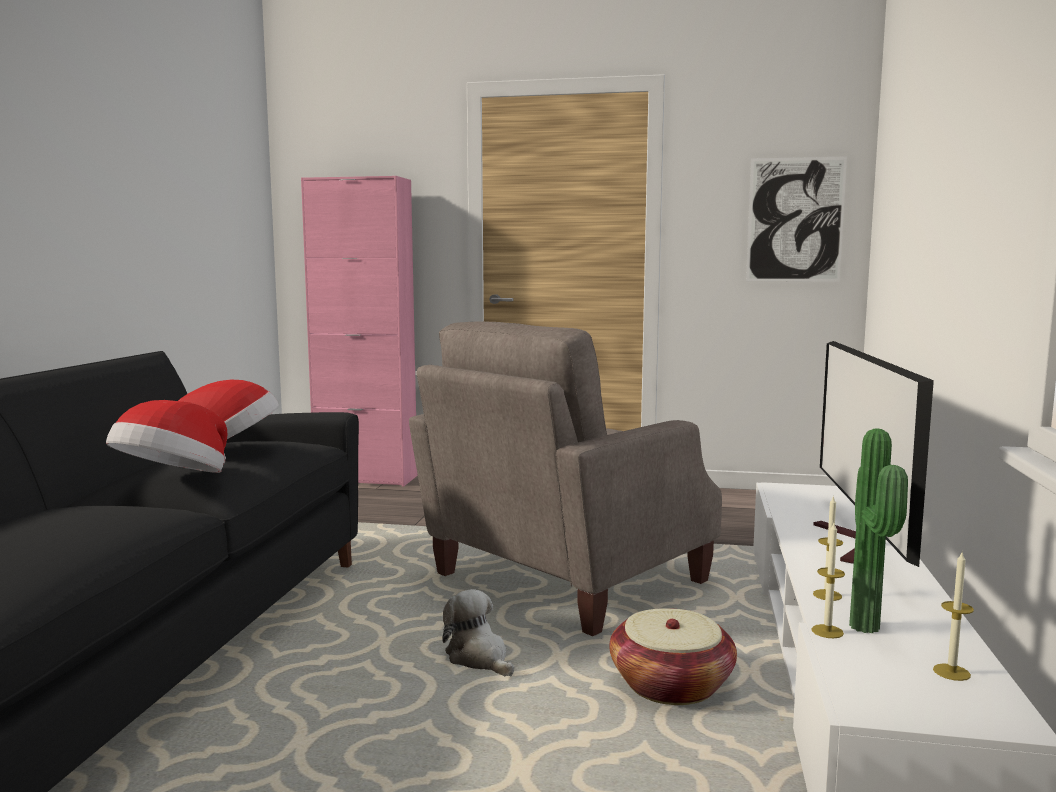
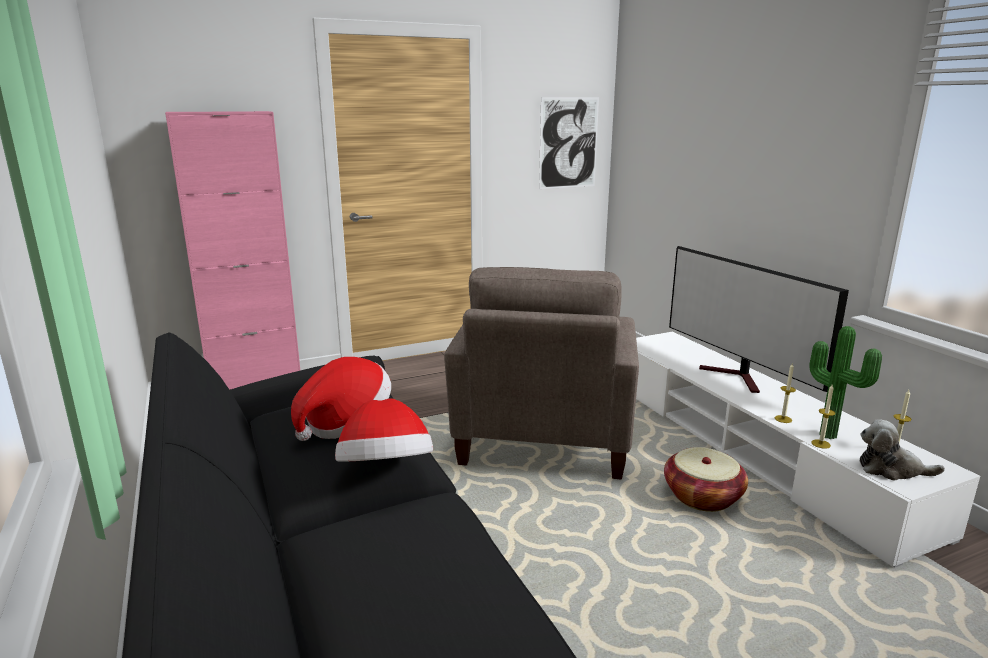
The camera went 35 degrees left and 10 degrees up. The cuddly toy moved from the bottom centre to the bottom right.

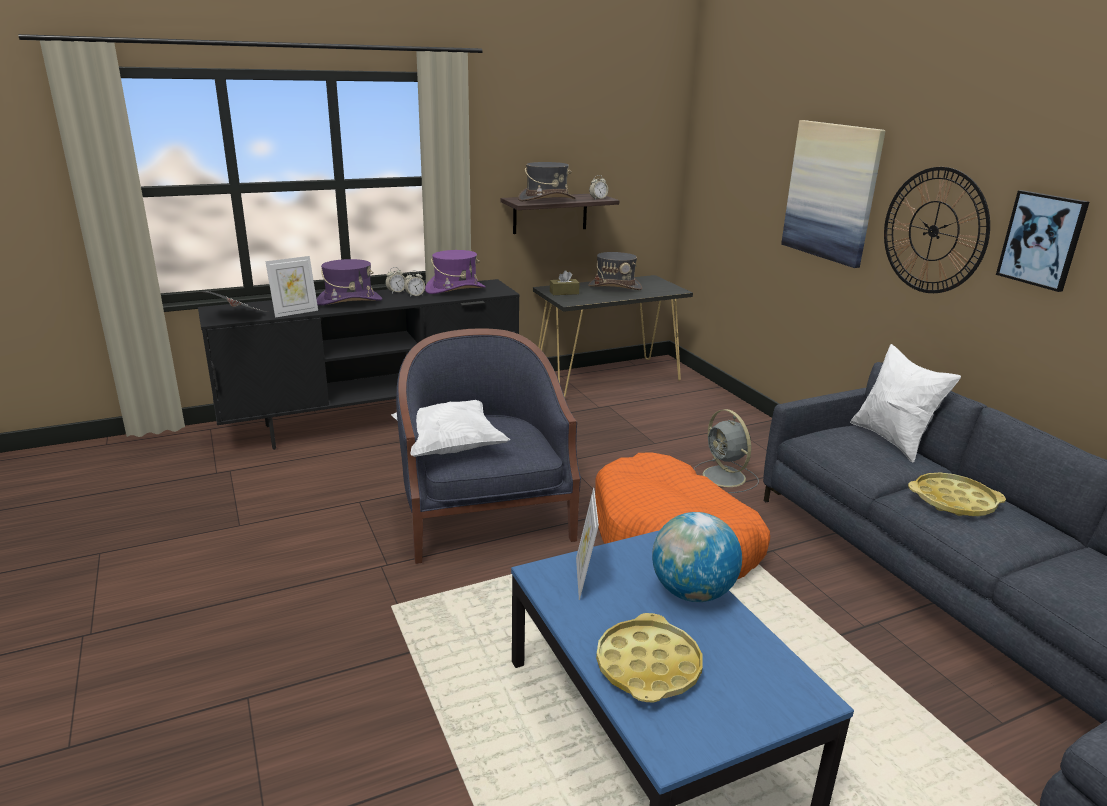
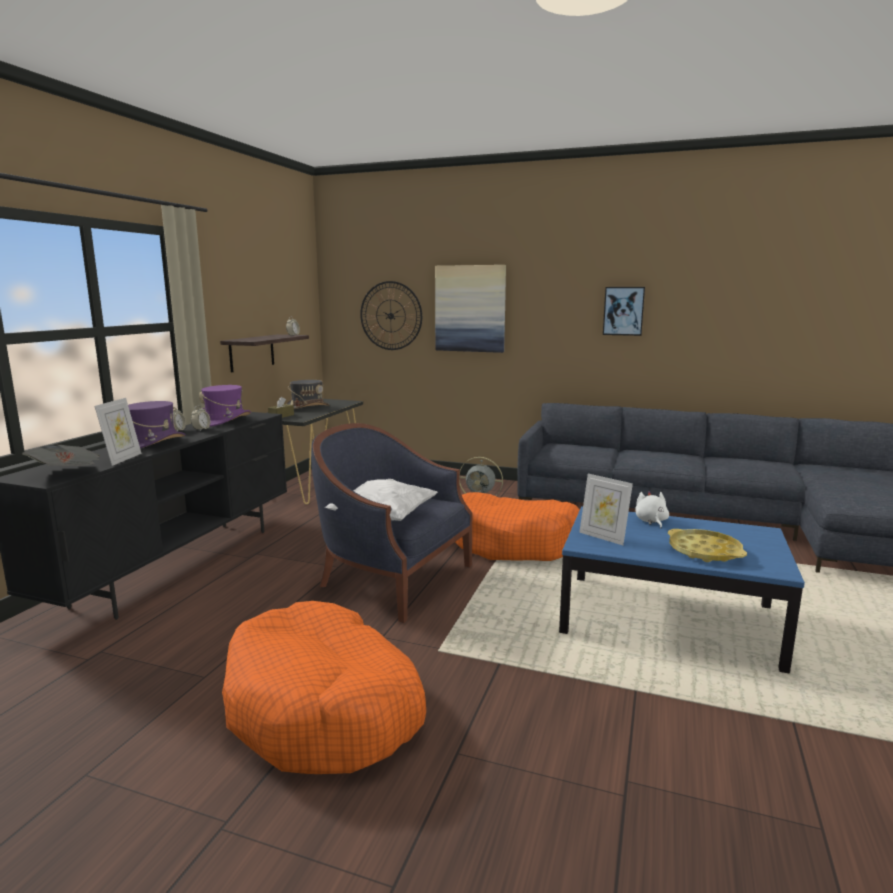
The camera went 45 degrees left and 10 degrees down. The grey wearable hat (no. 1 from left) at the top centre disappeared. The whitish throw pillow (no. 2 from left) at the middle right disappeared. The yellowish serving tray (no. 2 from left) at the middle right disappeared. The orange-coloured dog cushion (no. 1 from left) at the bottom centre appeared. The wall clock moved from the top right to the centre. The globe at the bottom centre was replaced by the whitish cuddly toy at the middle right.

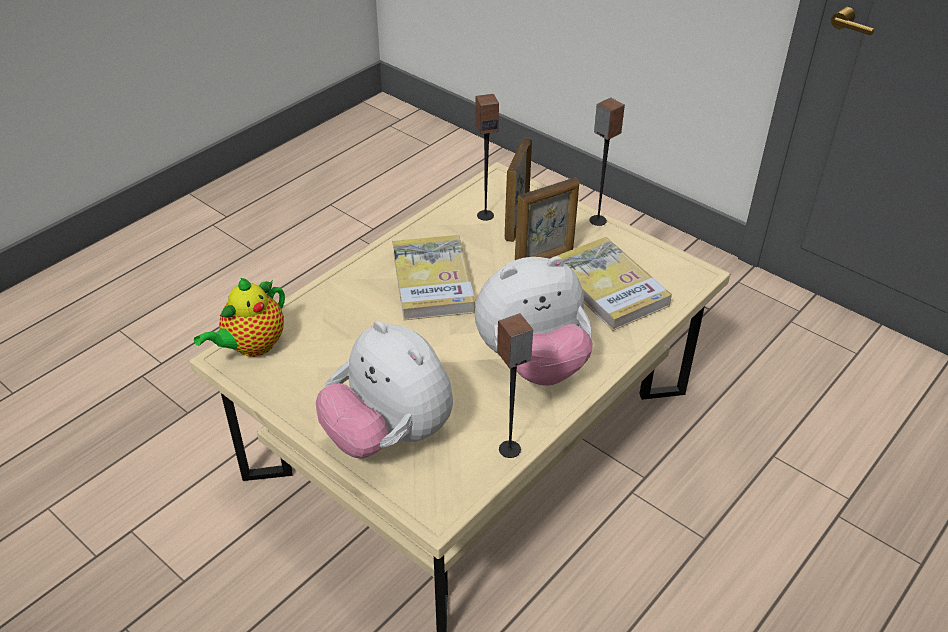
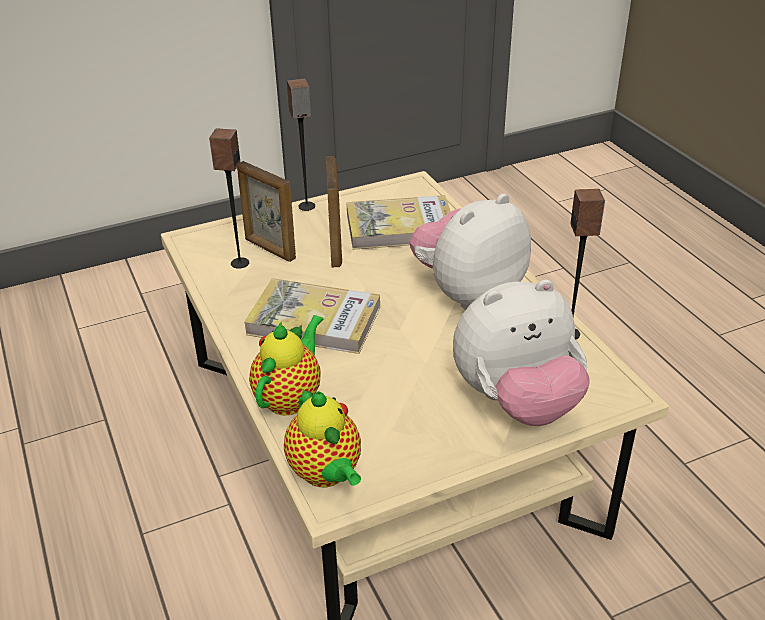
The camera went 65 degrees left and 5 degrees down. The teapot (no. 1 from left) at the centre appeared. The cuddly toy (no. 2 from left in the first image) at the centre turned 135 degrees counterclockwise.

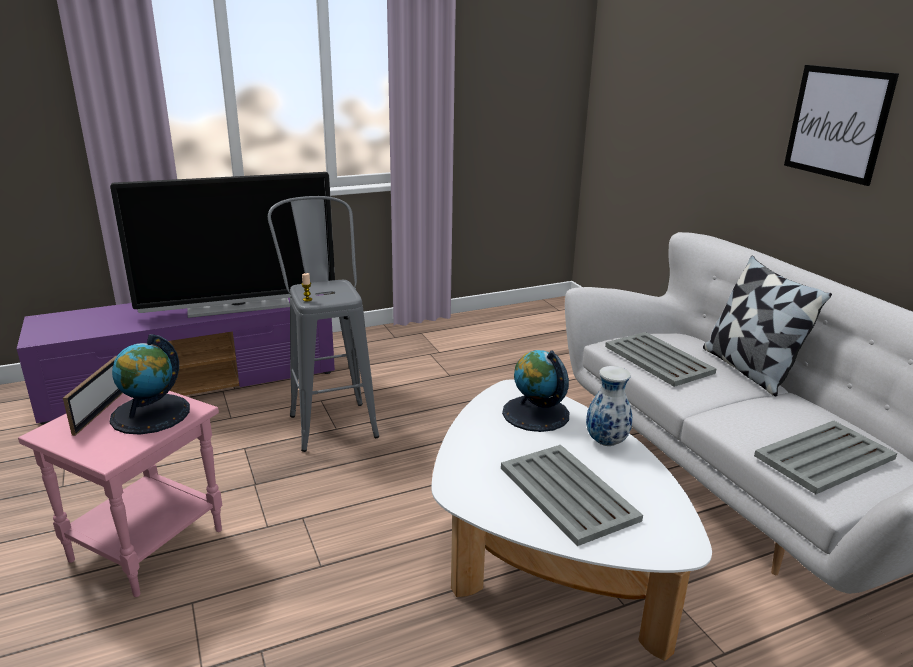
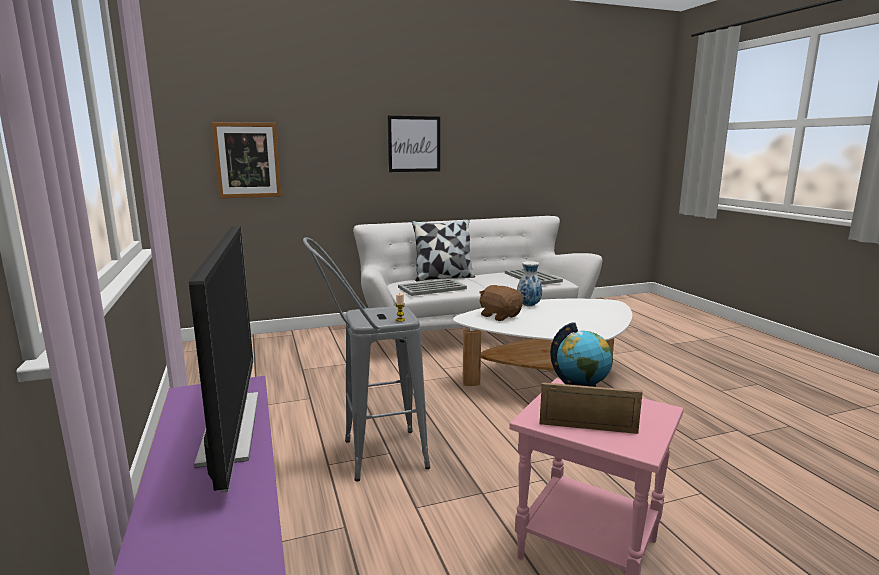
The camera went 85 degrees left and 10 degrees down. The grey serving tray (no. 1 from left) at the bottom centre disappeared. The wall art (no. 1 from left) at the top left appeared. The globe (no. 2 from left) at the centre was replaced by the brown cuddly toy at the centre.

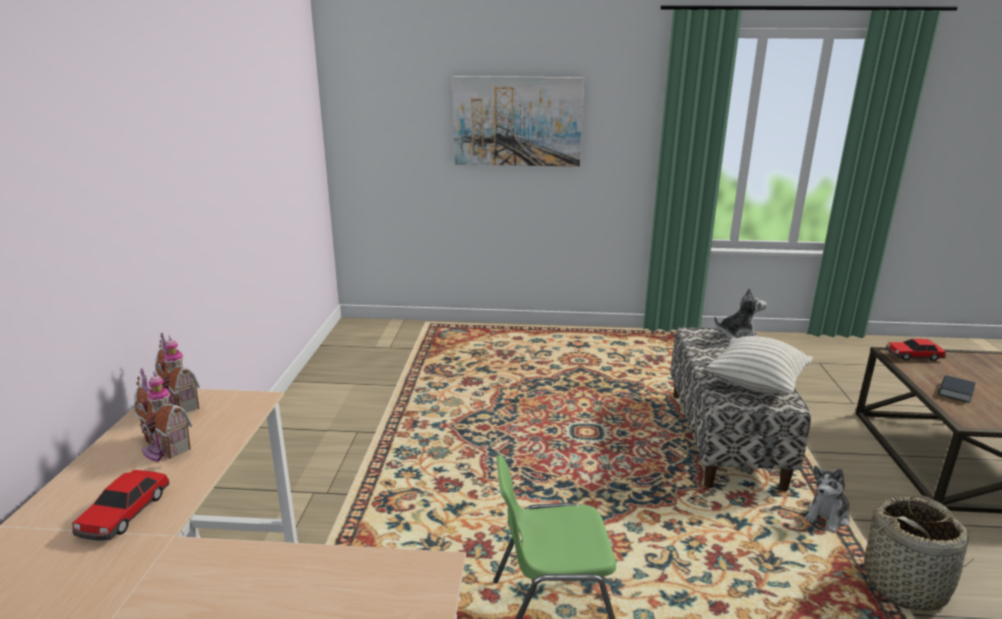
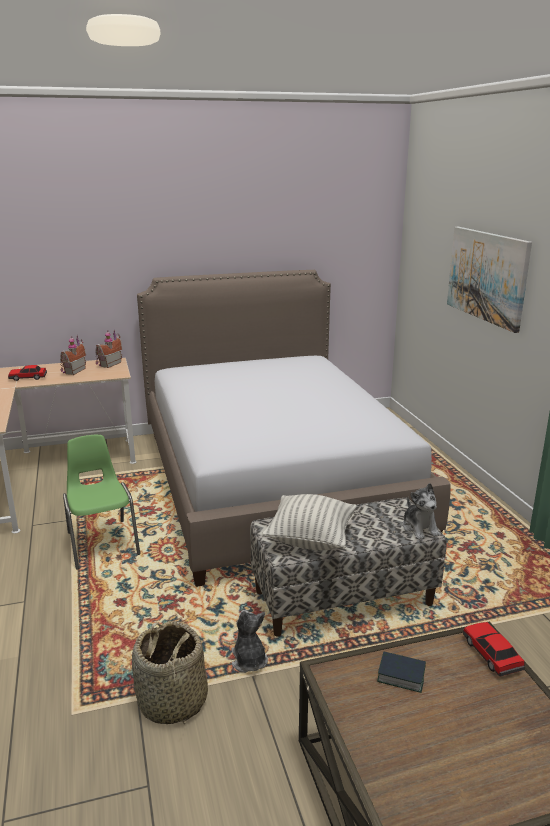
The camera went 70 degrees right and 0 degrees up. The sleeping bed at the centre appeared. The cuddly toy (no. 2 from left in the first image) at the bottom right turned 45 degrees clockwise.

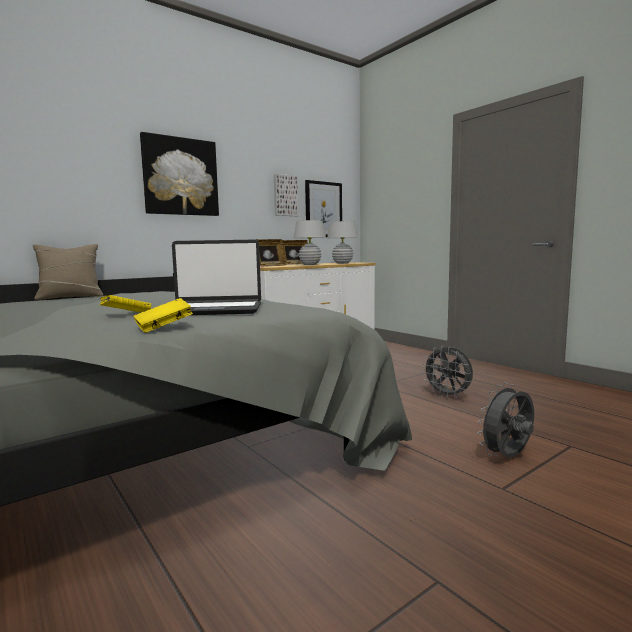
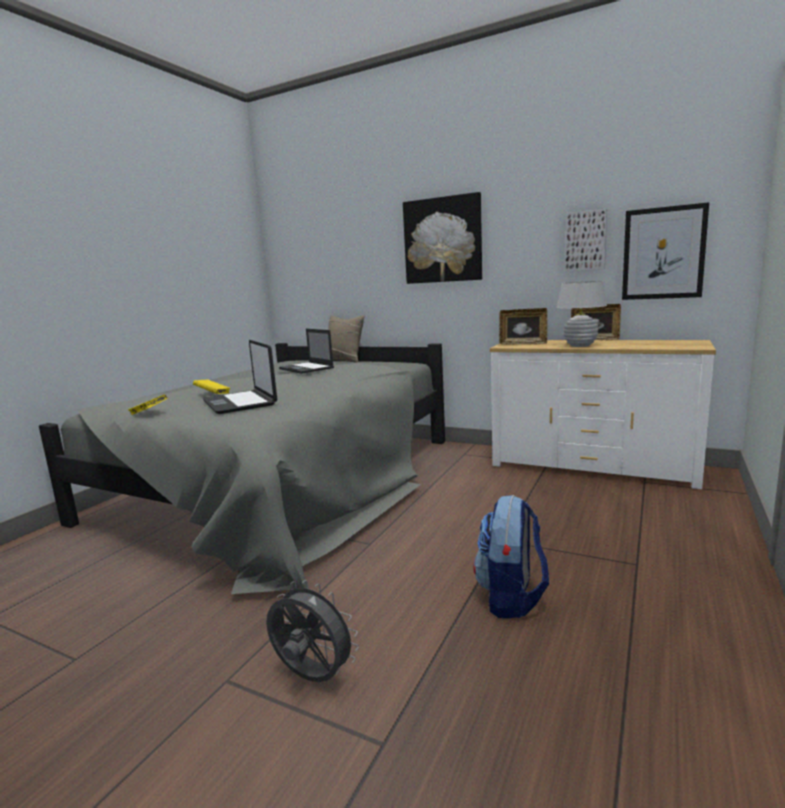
The camera went 65 degrees right and 5 degrees up. The whitish table lamp (no. 2 from left) at the centre disappeared. The portable computer (no. 2 from left) at the centre appeared. The grey electric fan (no. 1 from left) at the middle right was replaced by the rucksack at the bottom centre.

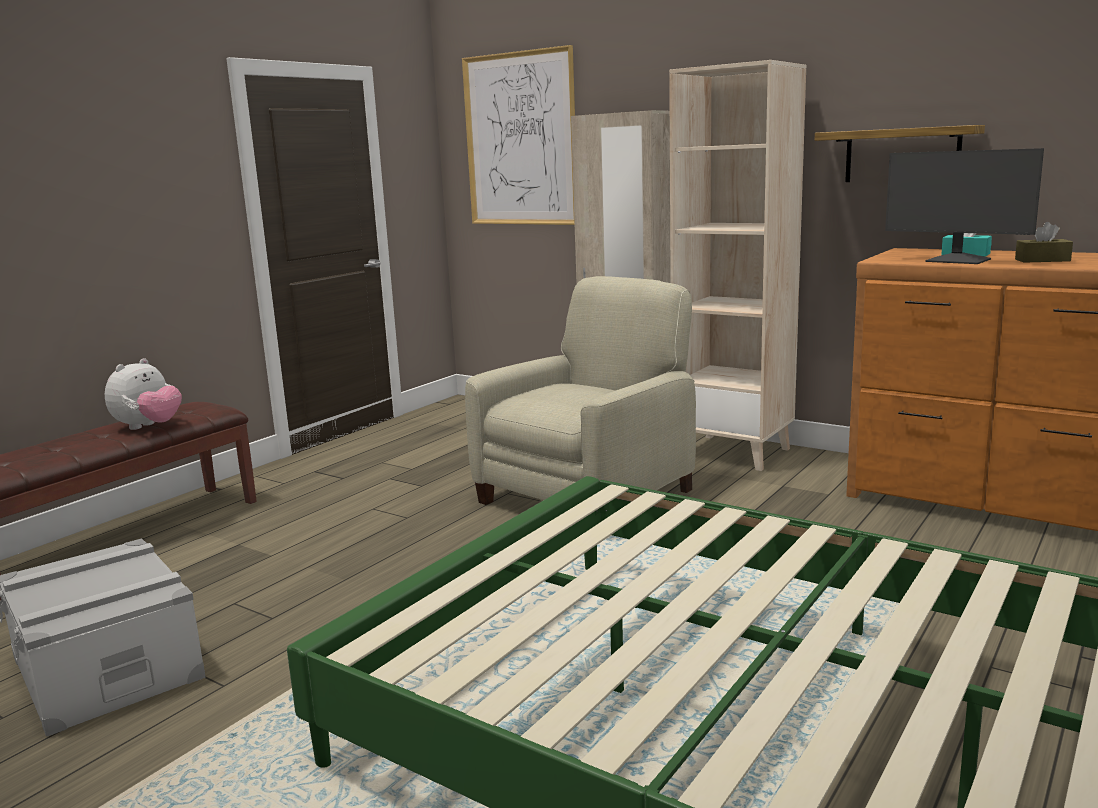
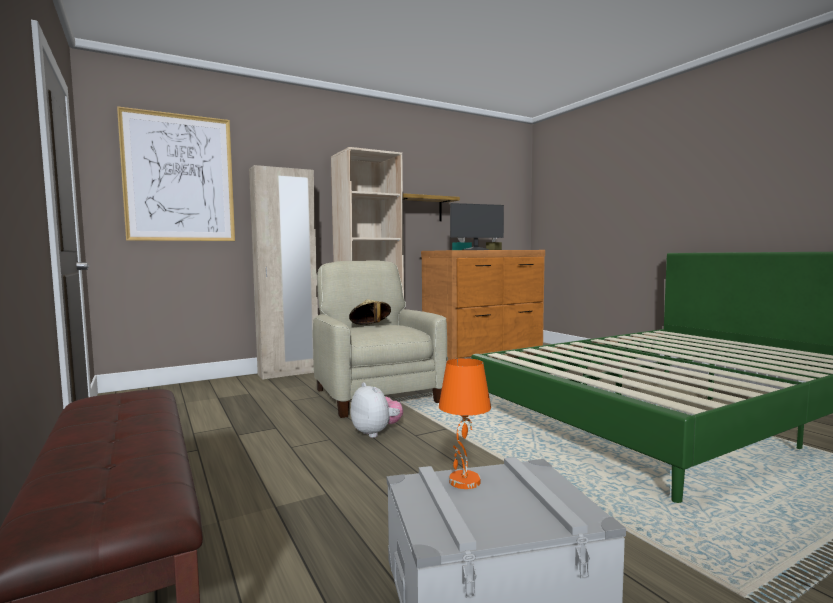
The camera went 65 degrees left and 10 degrees down. The beige-coloured wearable hat at the centre appeared. The orange-coloured table lamp at the bottom centre appeared. The cuddly toy moved from the middle left to the bottom centre.

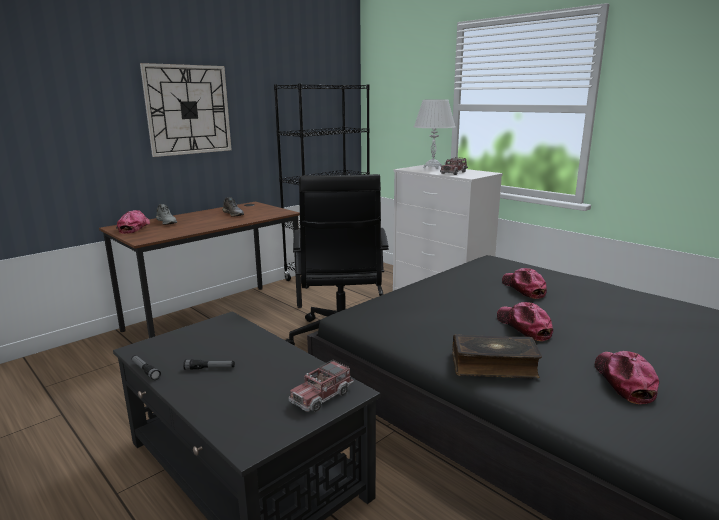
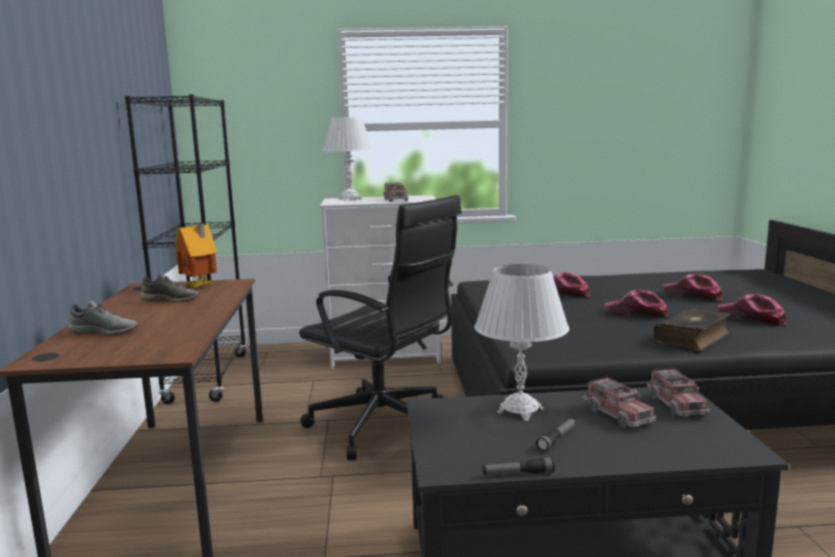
The camera went 50 degrees left and 5 degrees down. The wall clock at the top left disappeared. The model house at the middle left appeared. The whitish table lamp (no. 2 from left) at the centre appeared. The toy lorry (no. 2 from left) at the bottom right appeared. The peaked cap (no. 1 from left in the first image) moved from the middle left to the middle right.

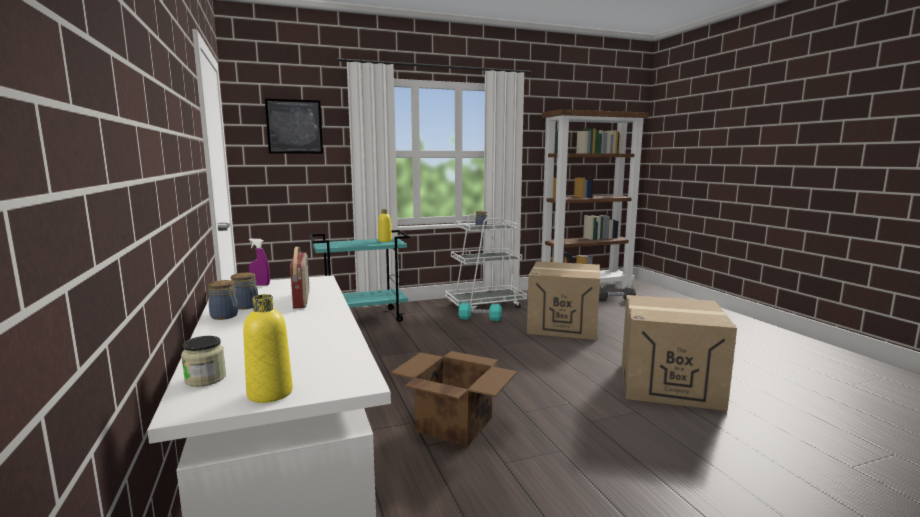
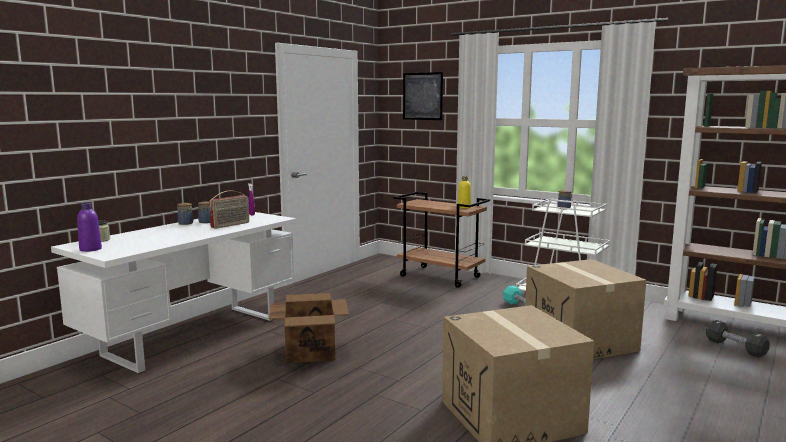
The camera went 55 degrees right and 0 degrees up. The yellowish beverage bottle (no. 1 from left) at the bottom left became the purplish beverage bottle at the middle left. The blue-green cart at the centre became the brown cart at the centre.

